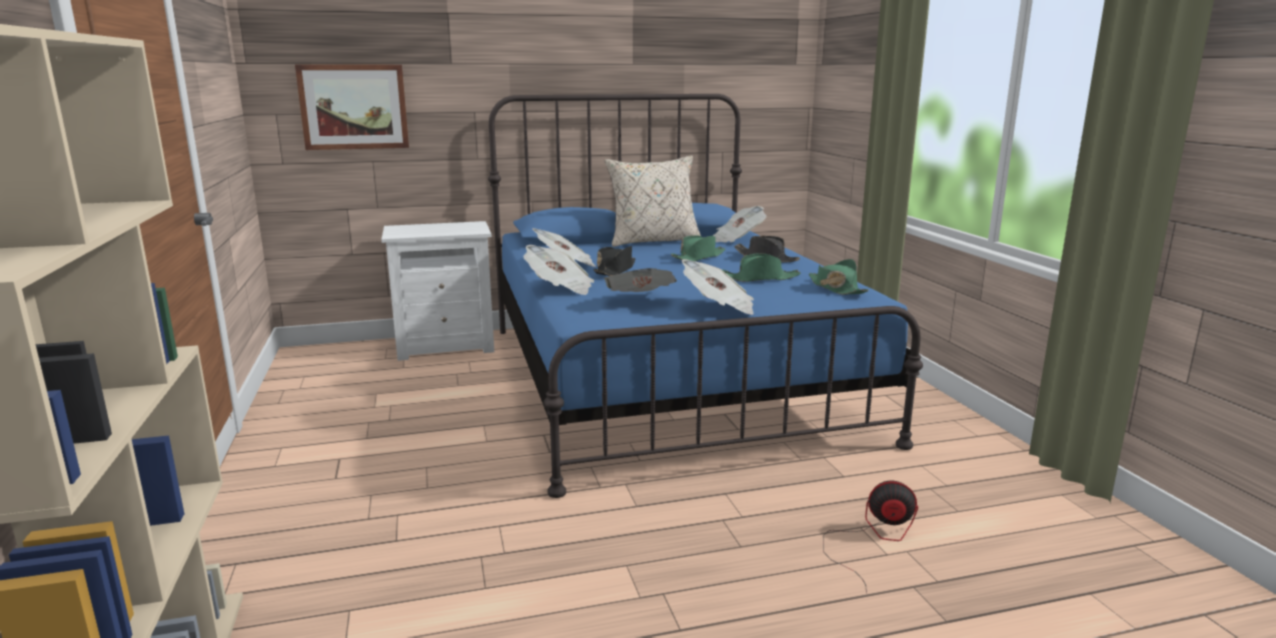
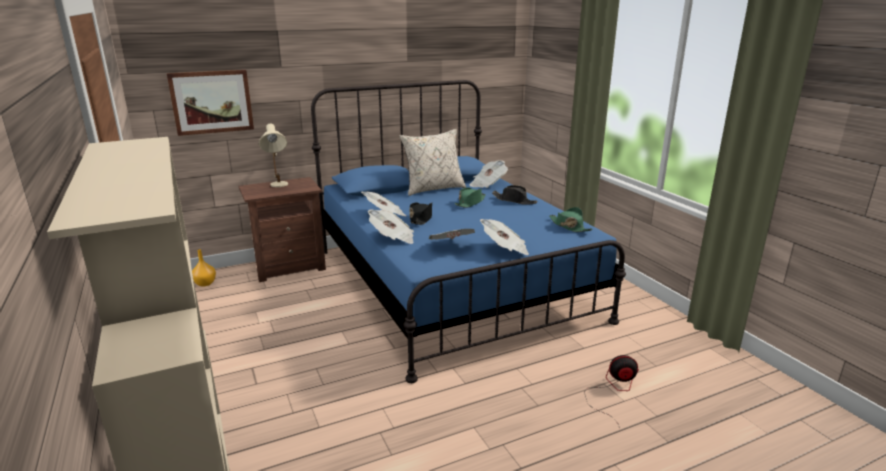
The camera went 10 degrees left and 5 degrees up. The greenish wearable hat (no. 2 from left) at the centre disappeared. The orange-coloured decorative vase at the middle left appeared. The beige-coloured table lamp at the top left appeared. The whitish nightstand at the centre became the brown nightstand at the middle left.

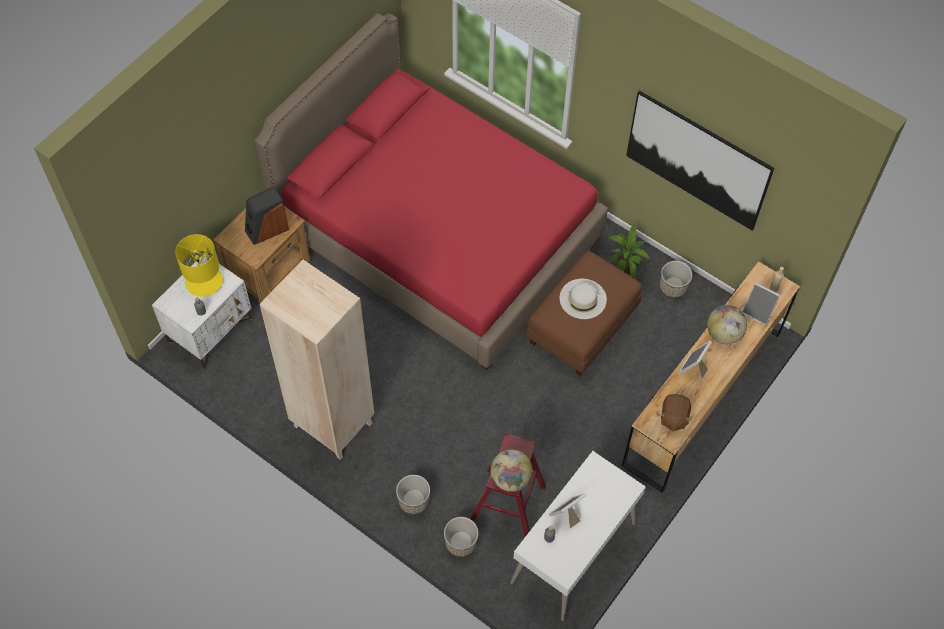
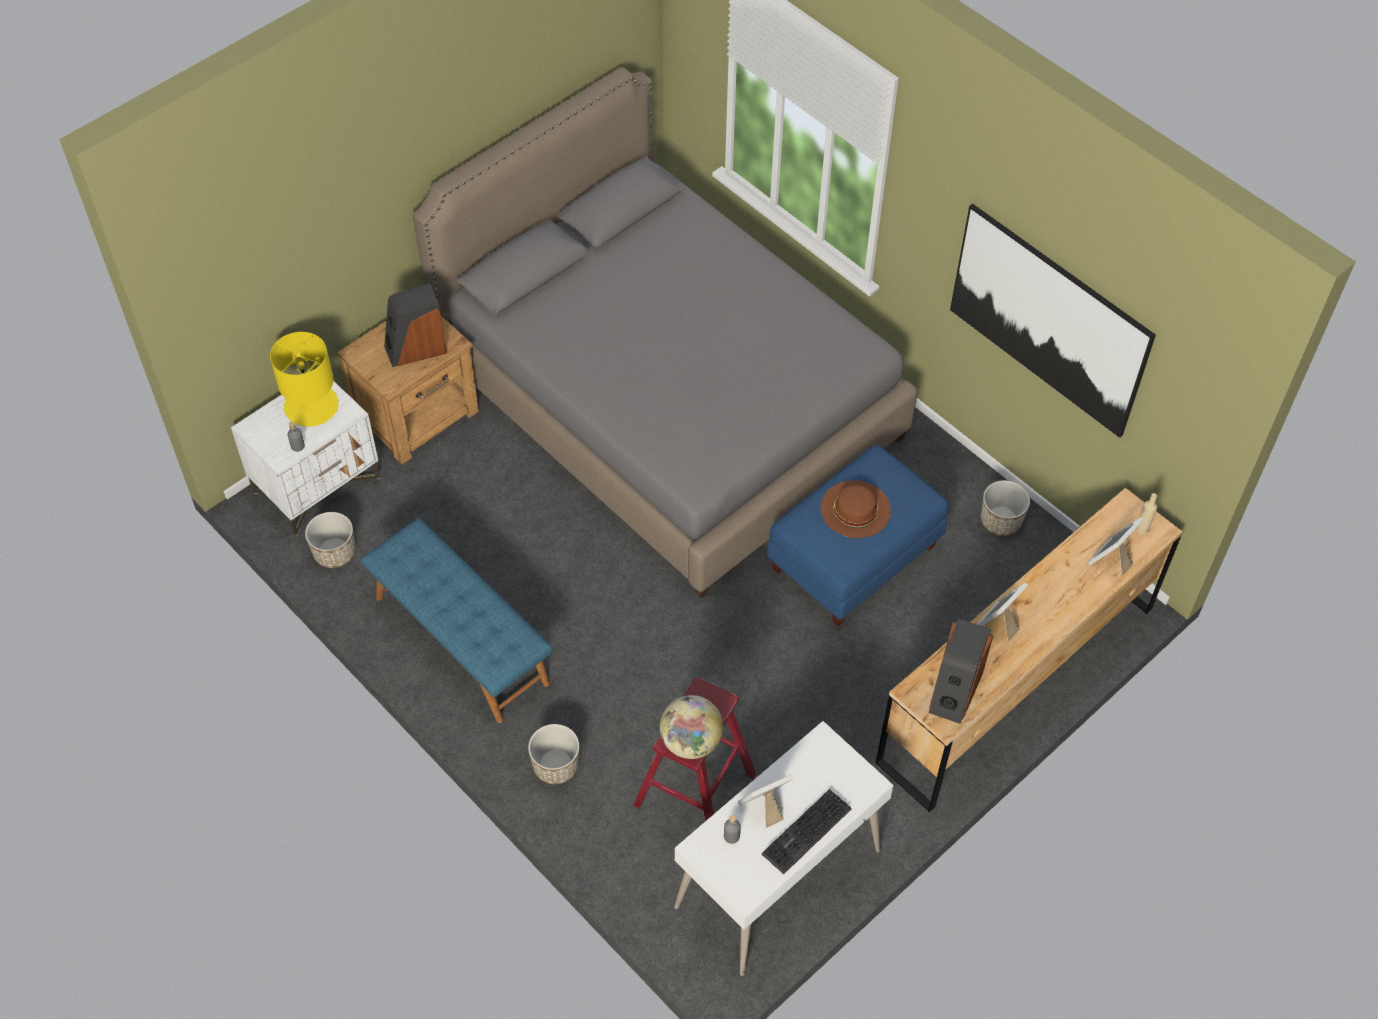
The camera went 10 degrees right and 5 degrees down. The houseplant at the centre disappeared. The globe (no. 2 from left) at the middle right disappeared. The computer keyboard at the bottom centre appeared. The flower pot (no. 2 from left in the first image) moved from the bottom centre to the middle left. The beige-coloured shelving unit at the centre was replaced by the blue-coloured indoor bench at the middle left. The brown cuddly toy at the middle right was replaced by the audio speaker (no. 2 from left) at the middle right. The red-coloured sleeping bed at the top centre became the grey sleeping bed at the top centre. The brown ottoman at the centre became the blue-coloured ottoman at the centre. The whitish wearable hat at the centre became the brown wearable hat at the centre. The standing frame (no. 3 from left) at the middle right turned 90 degrees clockwise.

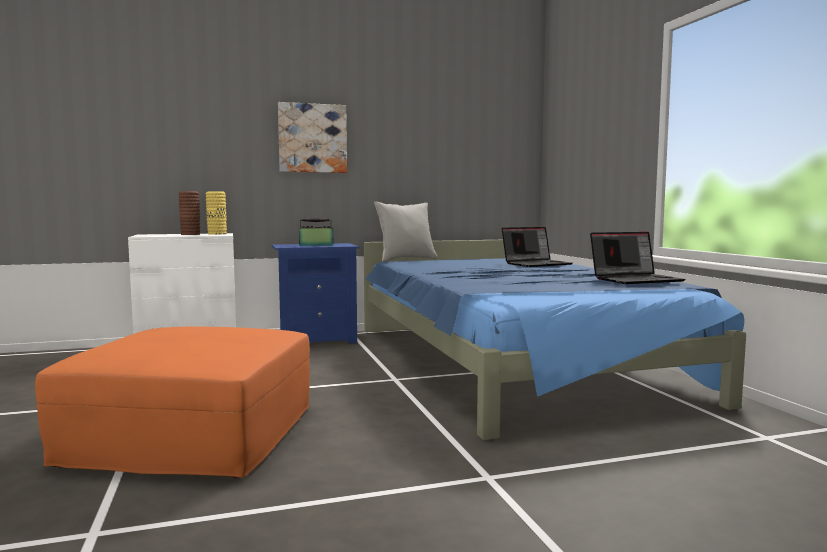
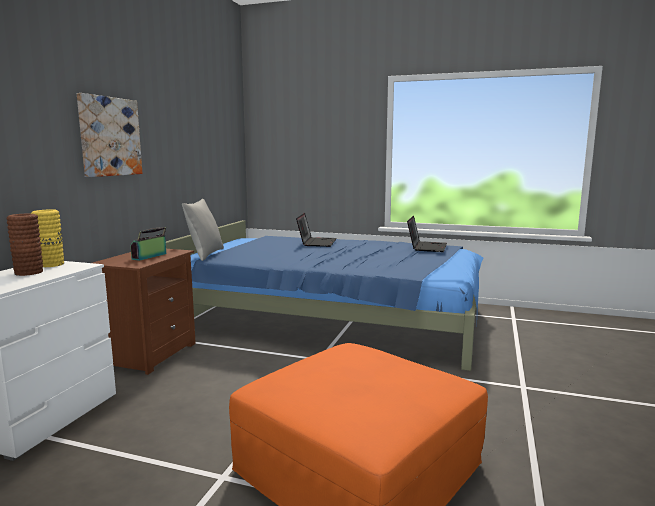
The camera went 55 degrees left and 5 degrees up. The blue-coloured nightstand at the centre became the brown nightstand at the middle left.

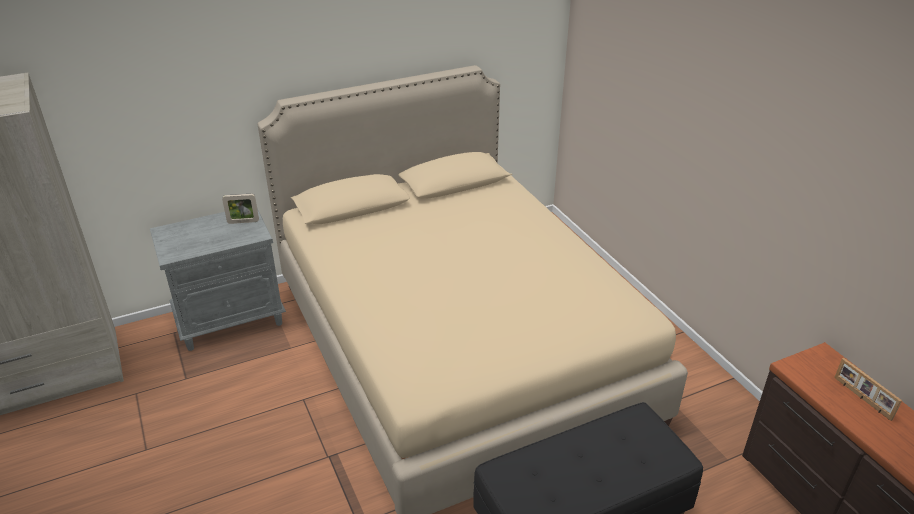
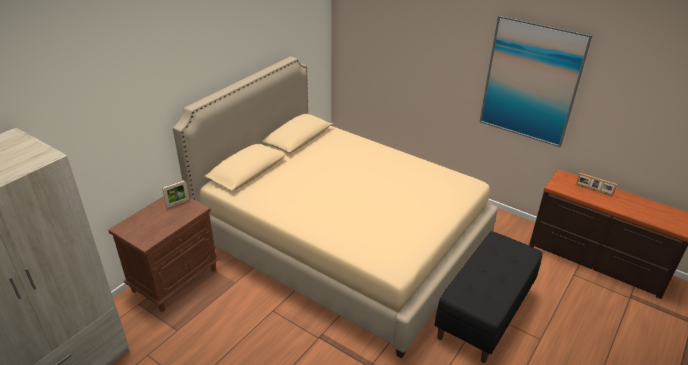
The camera went 30 degrees left and 0 degrees up. The wall art at the top right appeared. The grey nightstand at the middle left became the brown nightstand at the bottom left.

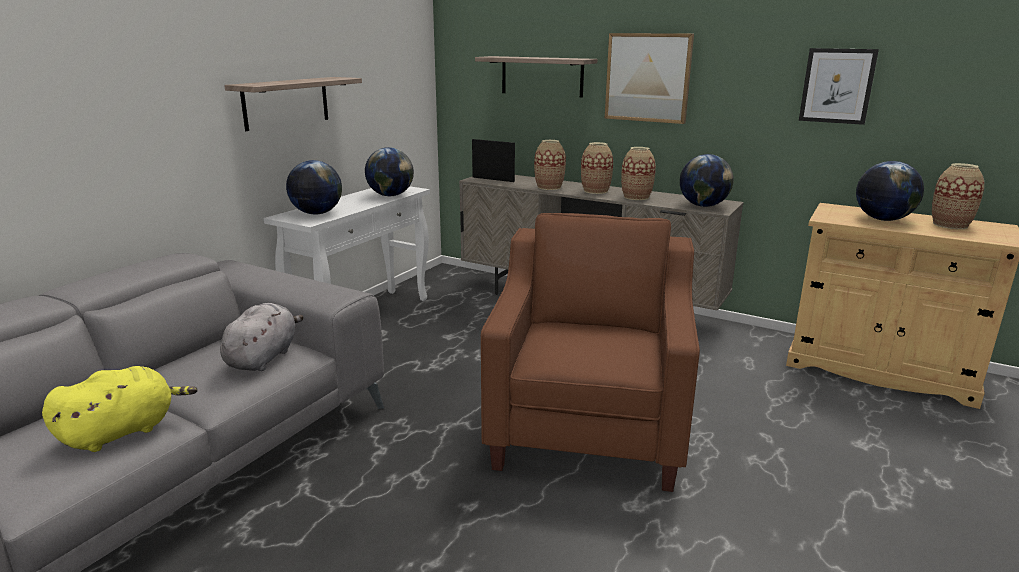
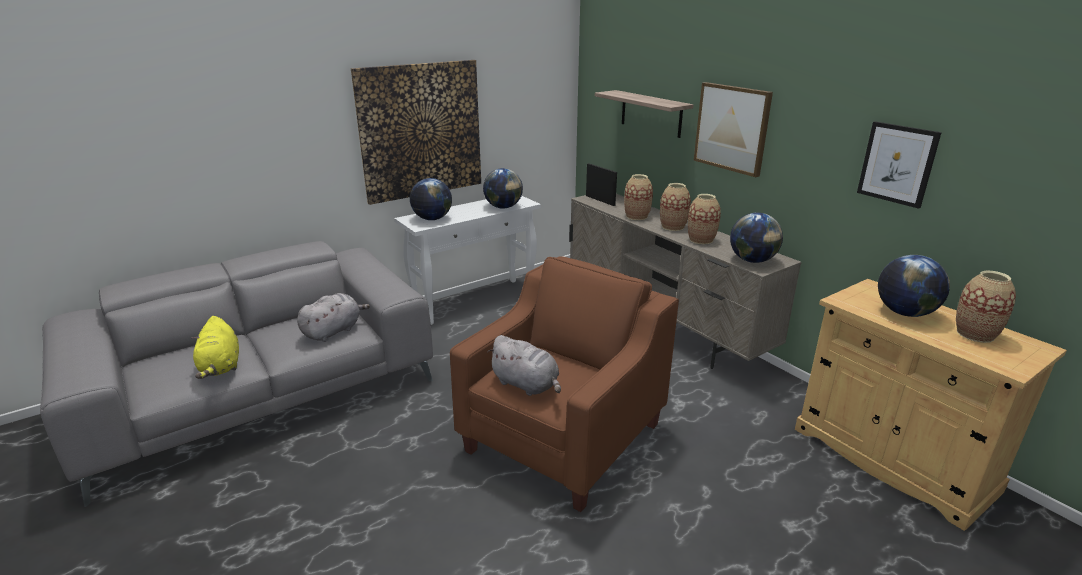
The camera went 25 degrees right and 5 degrees up. The grey cuddly toy (no. 2 from left) at the centre appeared. The shelf (no. 1 from left) at the top left was replaced by the wall art (no. 1 from left) at the top centre. The yellowish cuddly toy at the bottom left turned 90 degrees clockwise.

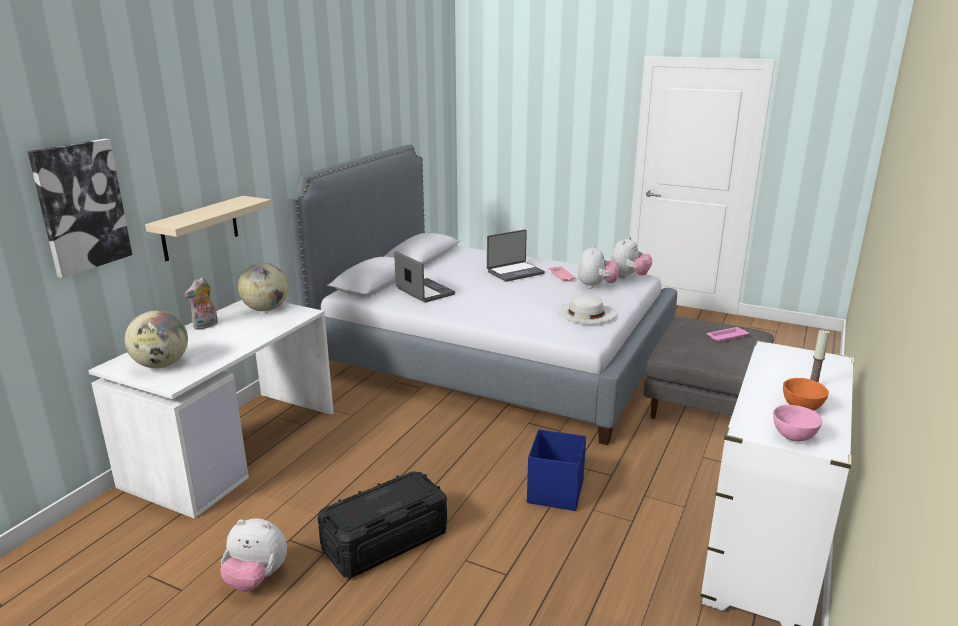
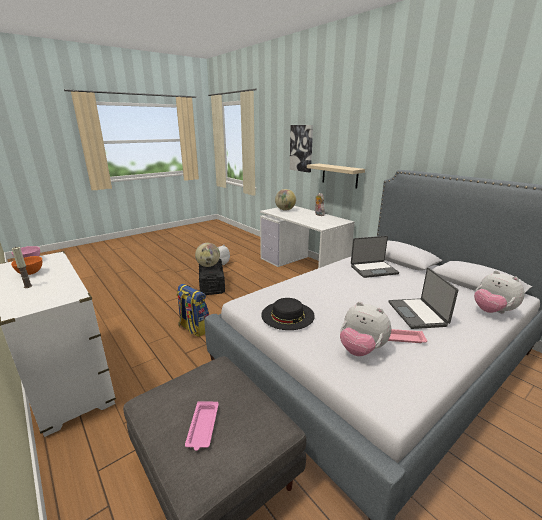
The camera went 115 degrees right and 0 degrees up. The globe (no. 2 from left in the first image) moved from the middle left to the centre. The cuddly toy (no. 4 from left) moved from the centre to the middle right. The blue-coloured storage bin at the bottom centre was replaced by the rucksack at the centre. The whitish wearable hat at the centre became the black-coloured wearable hat at the centre.

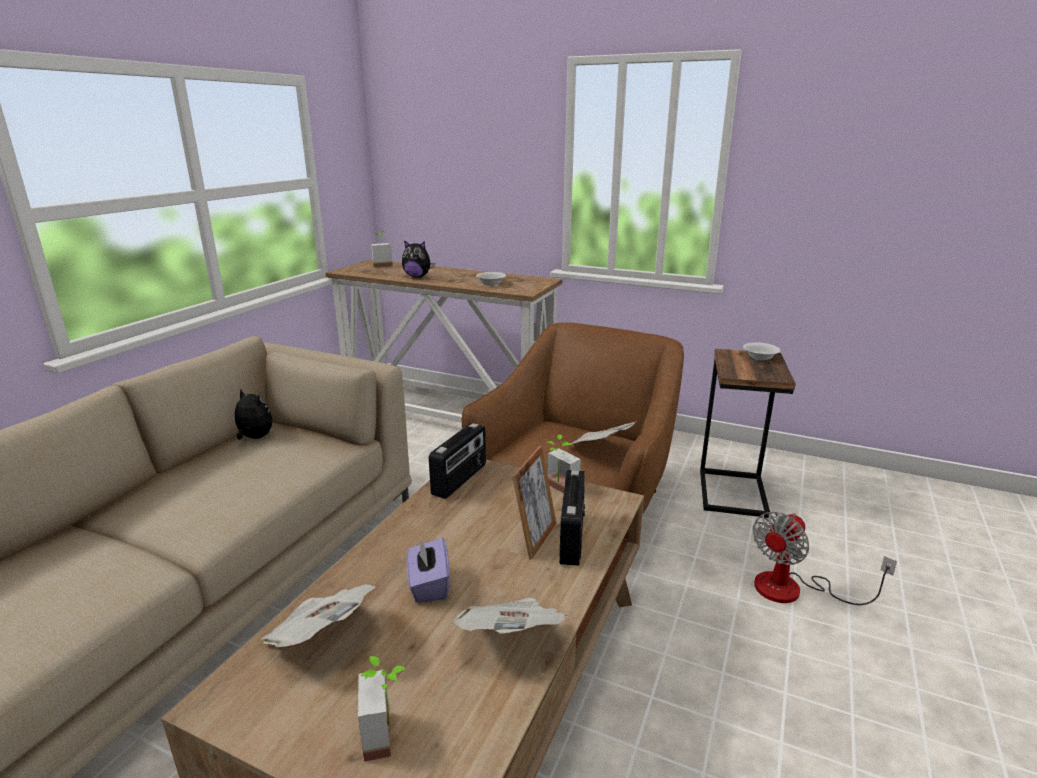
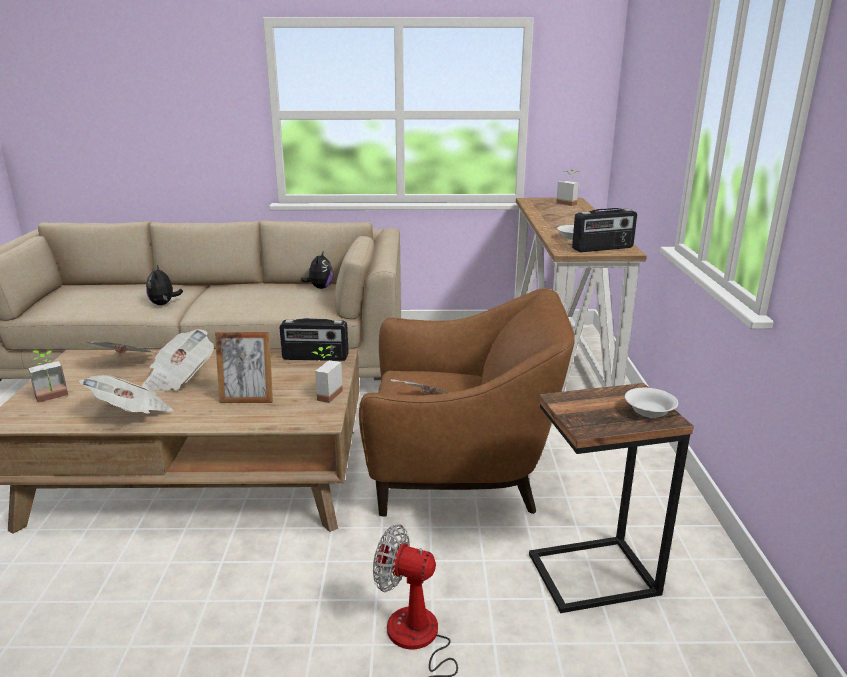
The camera went 65 degrees right and 0 degrees up. The cuddly toy (no. 2 from left in the first image) moved from the top centre to the middle left. The radio set (no. 2 from left) moved from the centre to the middle right. The purplish tissue holder at the bottom centre was replaced by the daily paper (no. 3 from left) at the middle left.

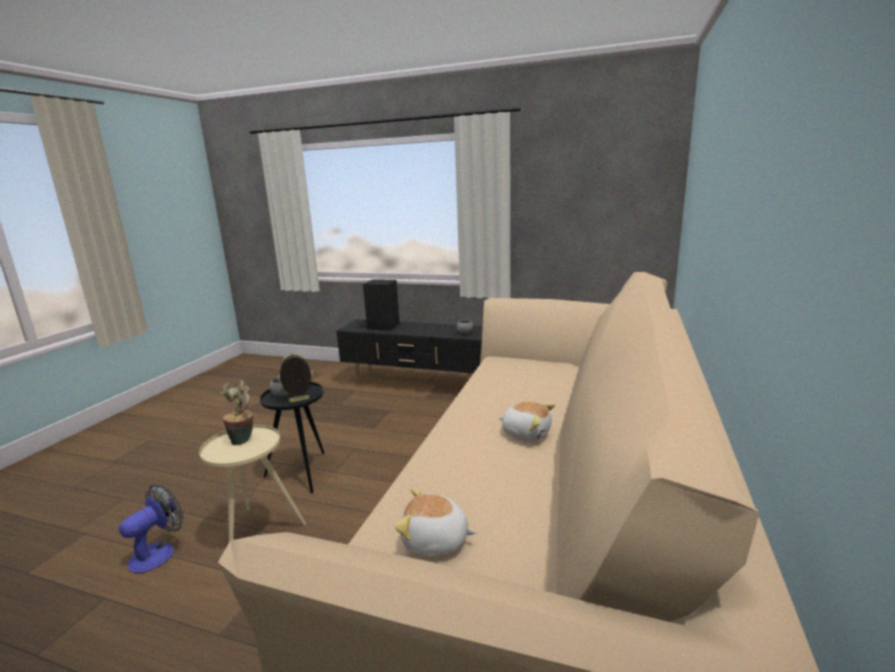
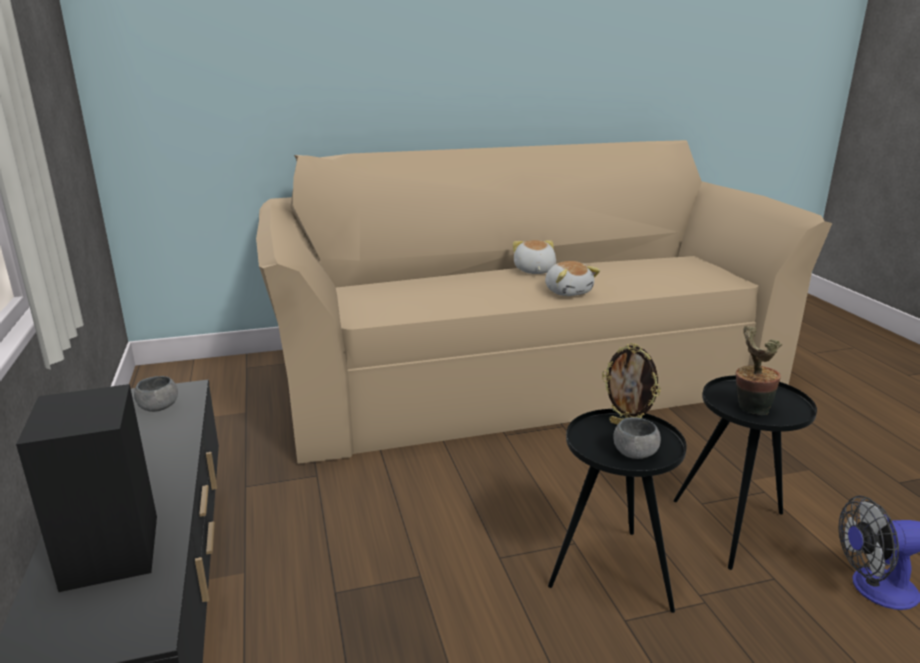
The camera went 125 degrees left and 5 degrees up. The cuddly toy (no. 1 from left in the first image) moved from the bottom centre to the centre. The beige-coloured side table at the bottom left became the black-coloured side table (no. 2 from left) at the bottom right.

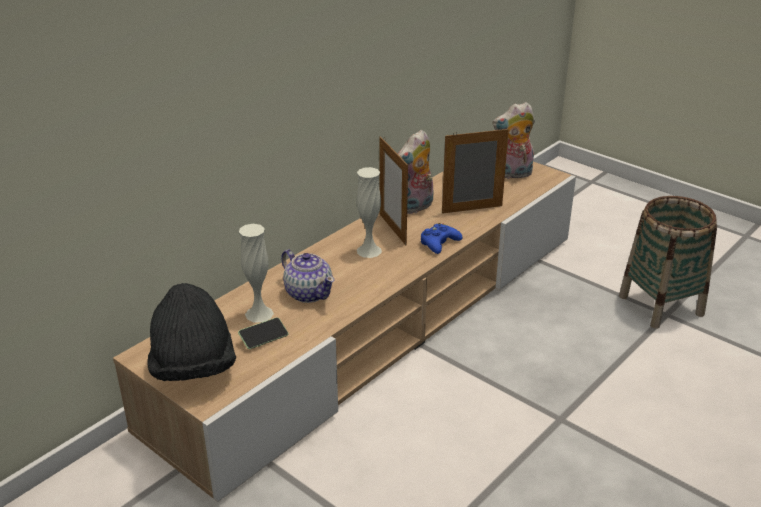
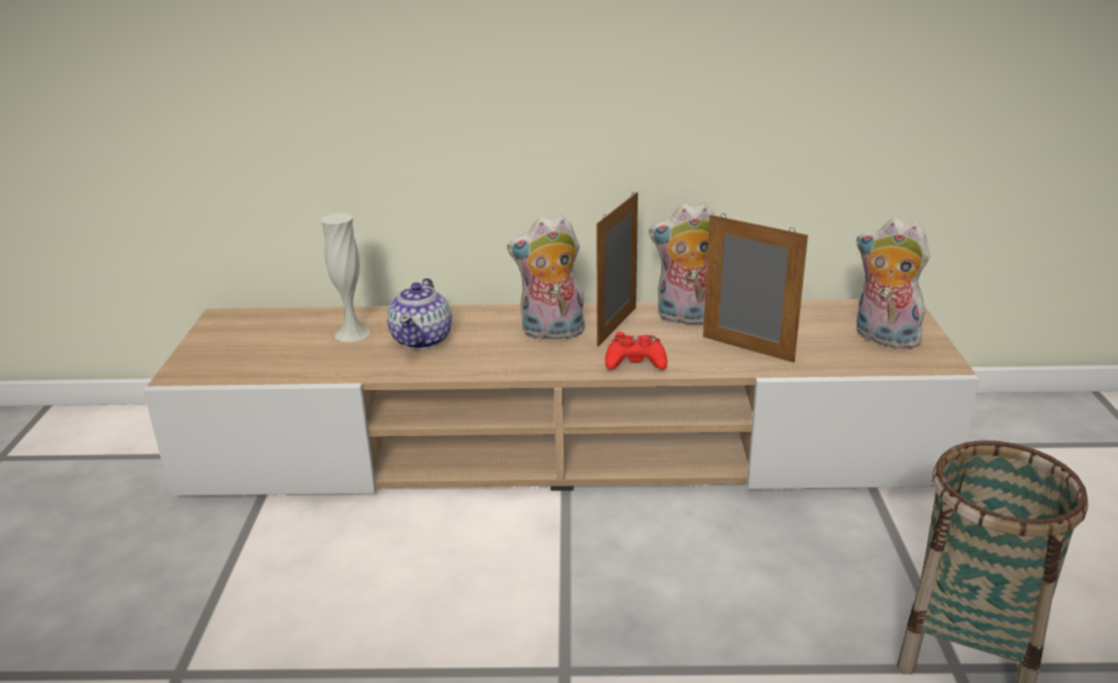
The camera went 50 degrees right and 5 degrees down. The black-coloured wearable hat at the middle left disappeared. The handset at the centre disappeared. The whitish decorative vase (no. 2 from left) at the centre was replaced by the cuddly toy (no. 1 from left) at the centre. The blue-coloured joypad at the centre became the red-coloured joypad at the centre.

